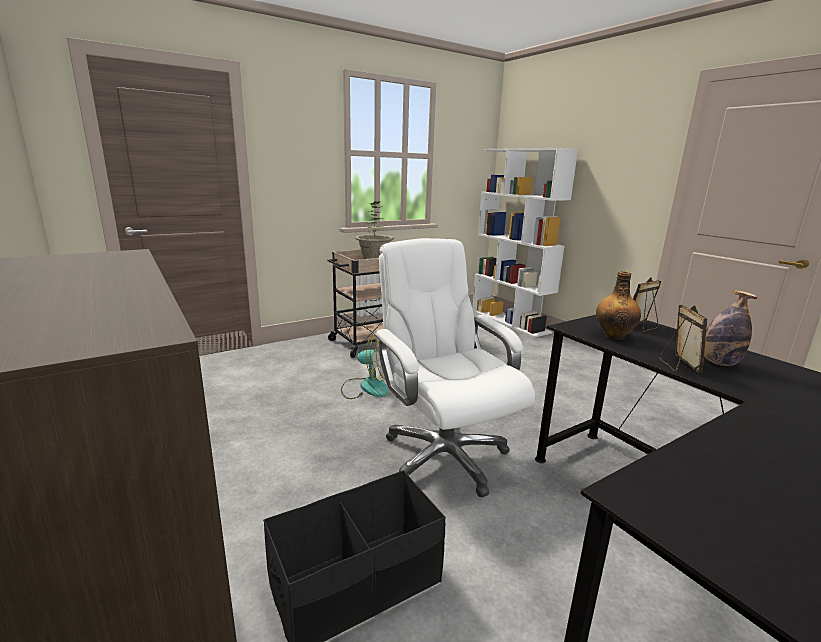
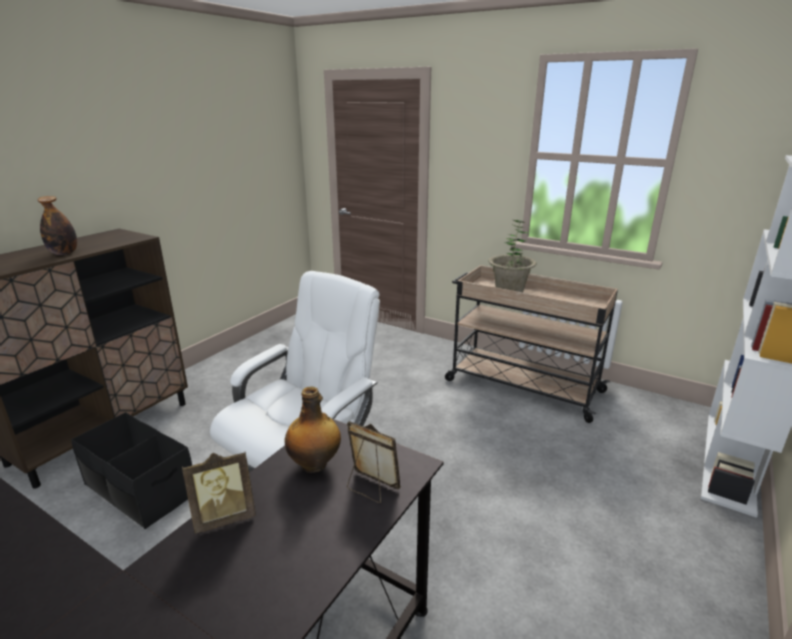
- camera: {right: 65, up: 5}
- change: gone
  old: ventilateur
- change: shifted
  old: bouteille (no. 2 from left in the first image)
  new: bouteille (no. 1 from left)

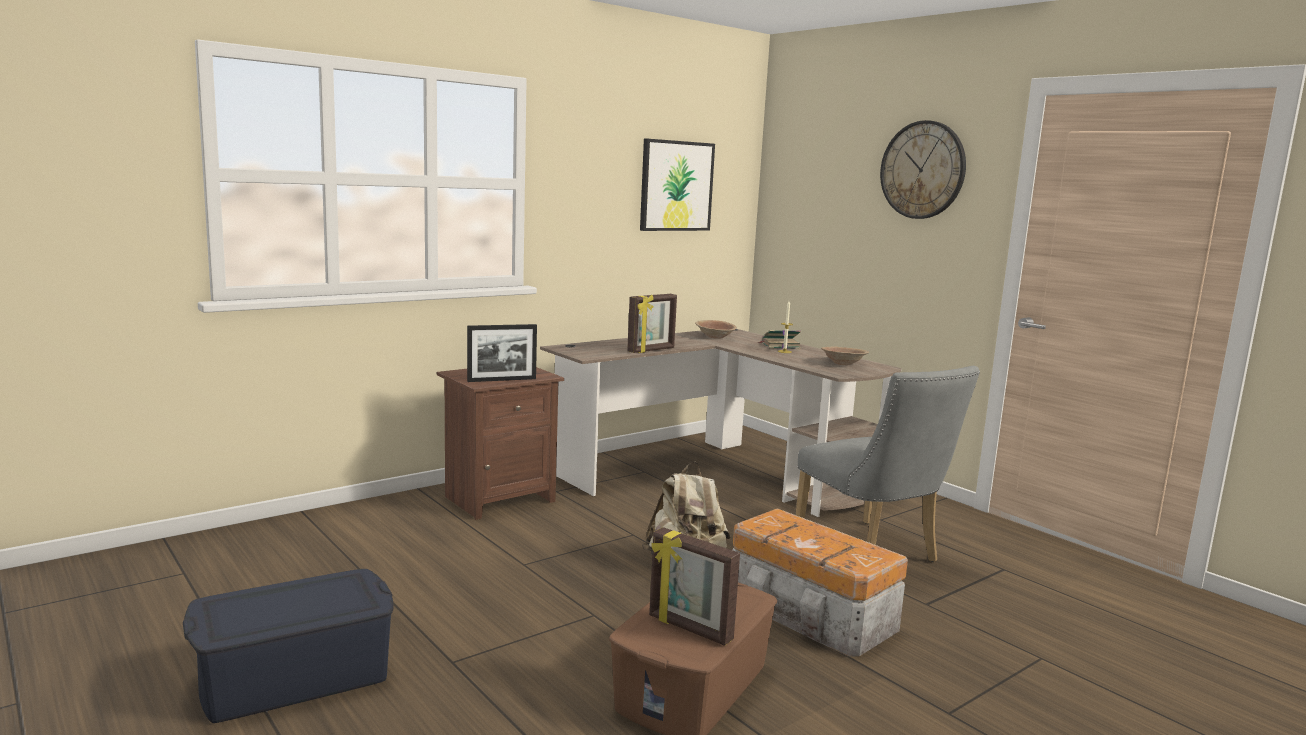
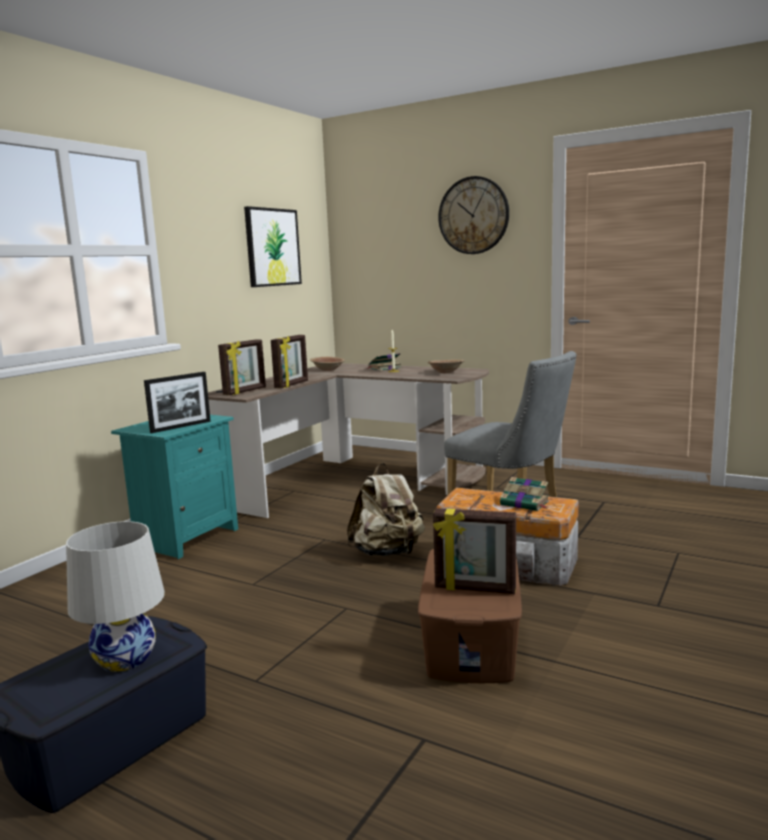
- camera: {right: -20, up: 0}
- change: new
  new: lampe de table (blanc)
- change: new
  new: cadre photo (no. 2 from left)
- change: new
  new: livre (no. 2 from left)
- change: repainted
  old: table de chevet (marron)
  new: table de chevet (turquoise)

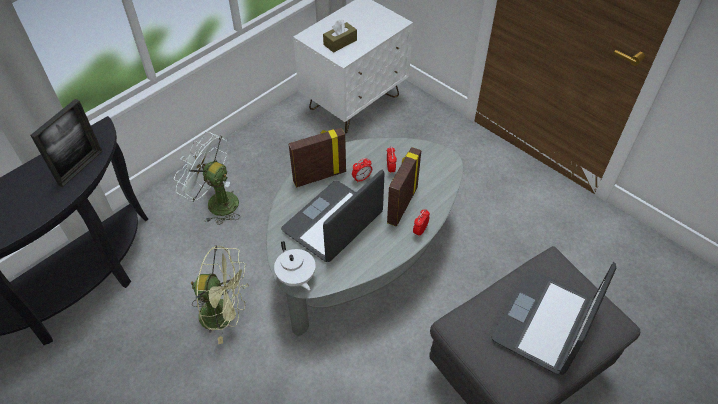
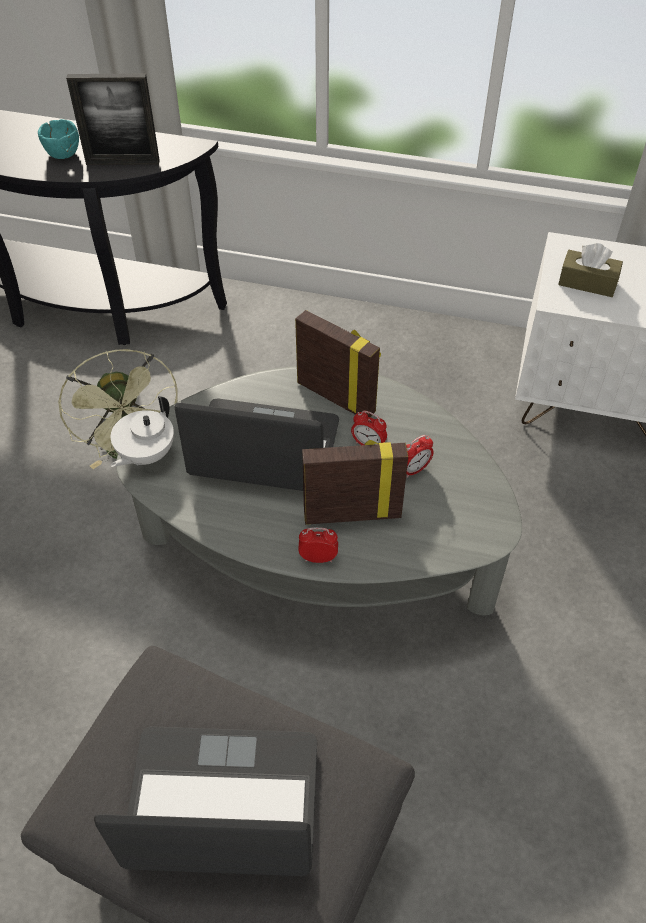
- camera: {right: 60, up: 0}
- change: gone
  old: ventilateur (blanc)
- change: new
  new: bol (turquoise)

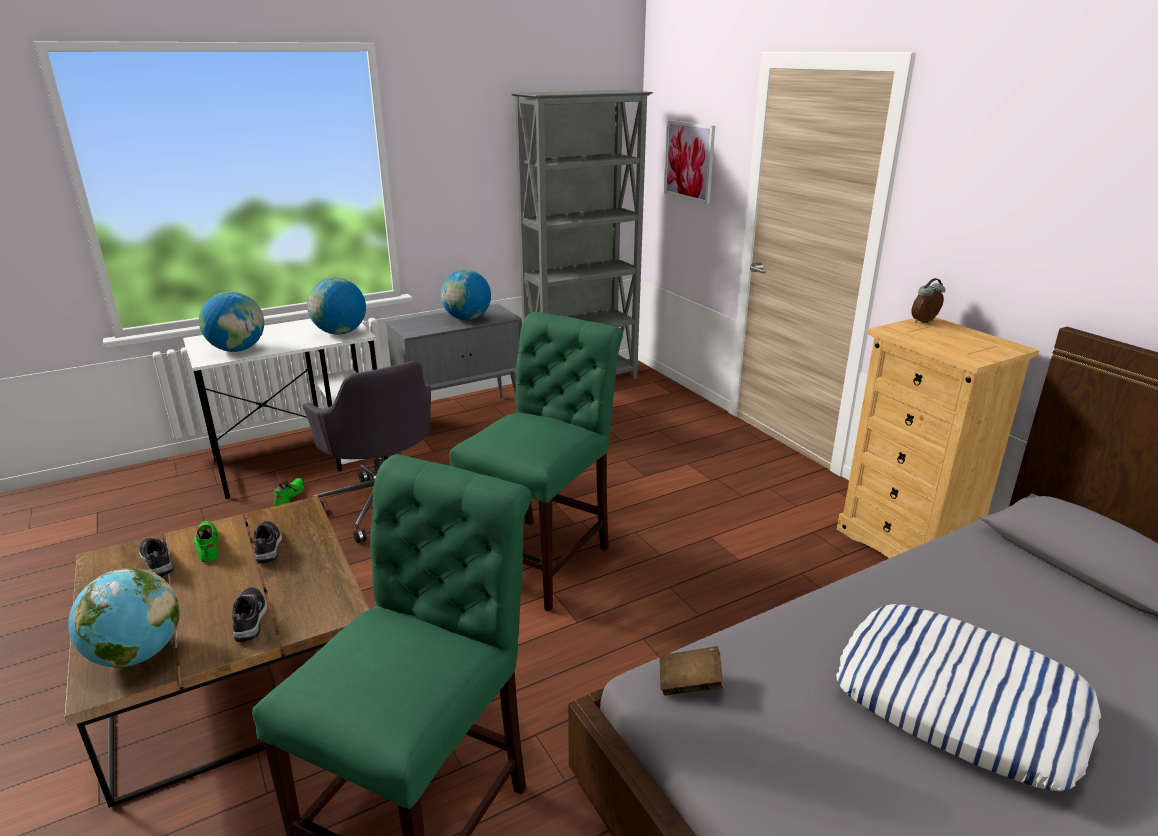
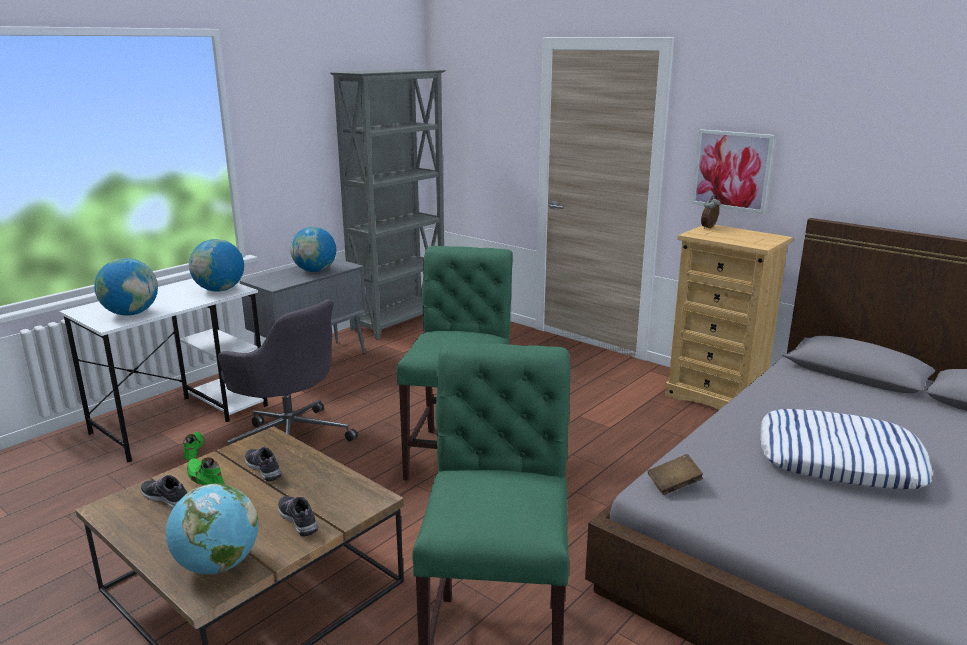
- camera: {right: -20, up: -5}
- change: shifted
  old: tableau

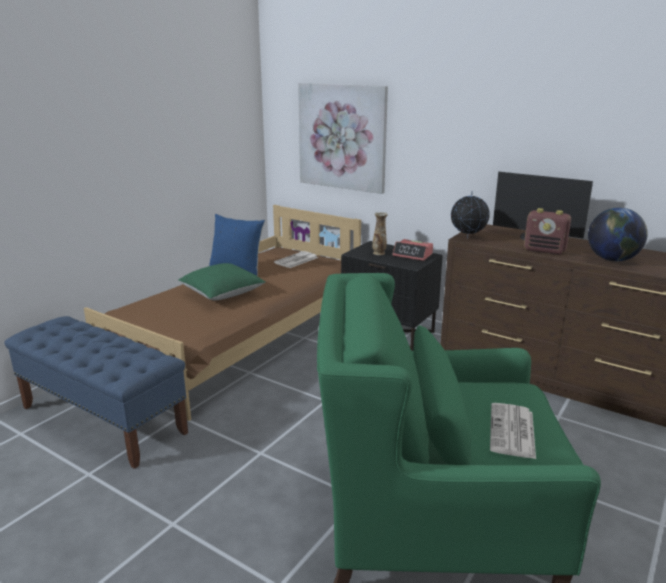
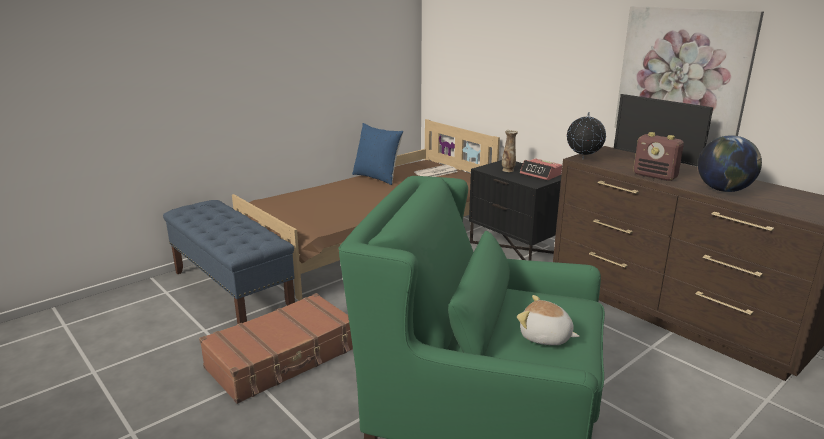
- camera: {right: 15, up: 0}
- change: gone
  old: coussin (vert)
- change: new
  new: valise (marron)
- change: shifted
  old: tableau
- change: swapped
  old: journal (no. 2 from left)
  new: peluche

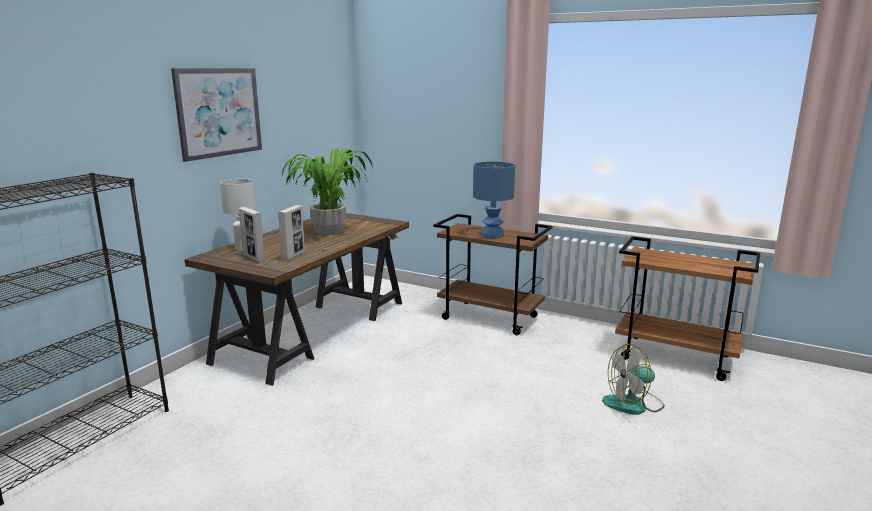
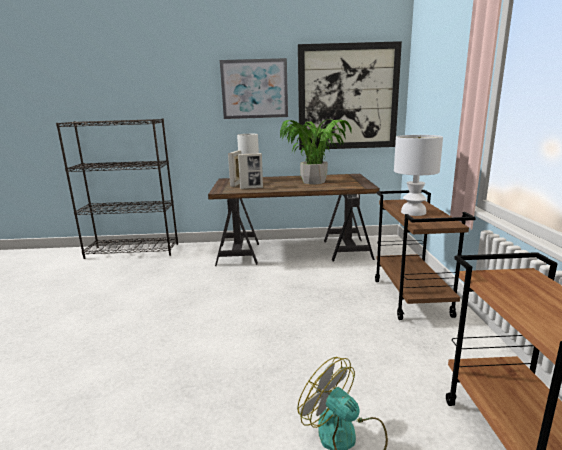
- camera: {right: 60, up: 0}
- change: new
  new: tableau (no. 2 from left)
- change: repainted
  old: lampe de table (bleu)
  new: lampe de table (blanc) (no. 2 from left)

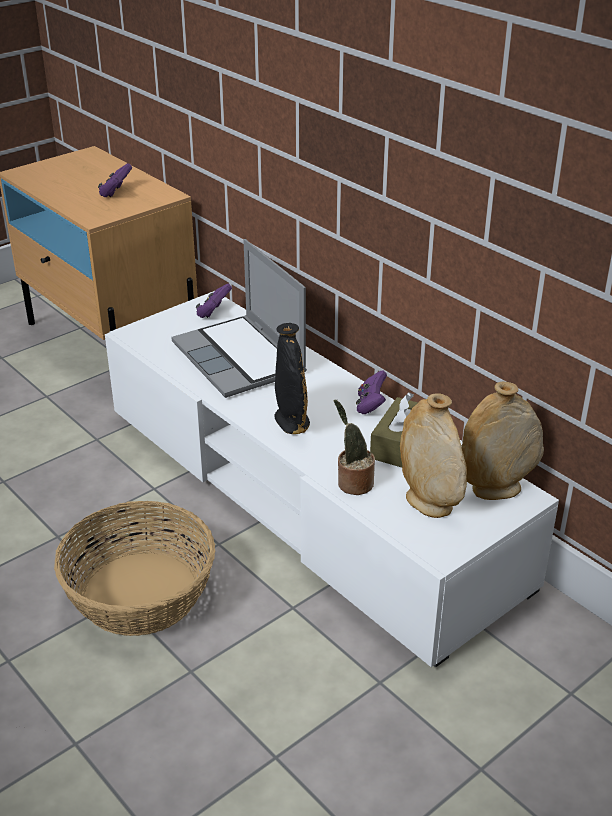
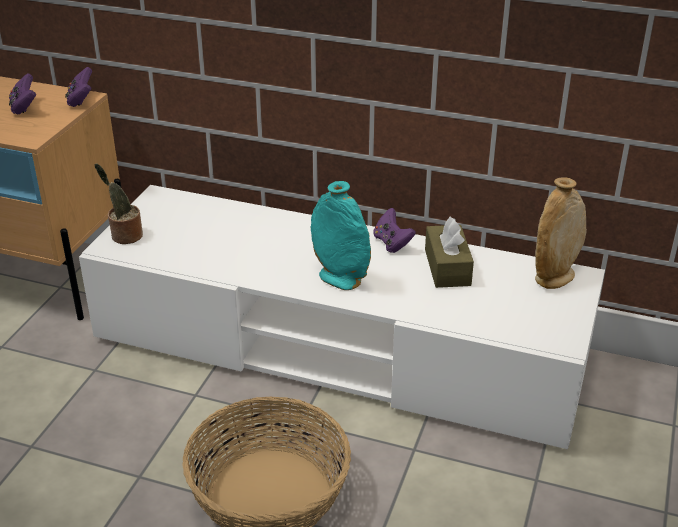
- camera: {right: -30, up: 0}
- change: gone
  old: ordinateur portable
- change: gone
  old: vase (beige) (no. 1 from left)
- change: shifted
  old: manette (violet) (no. 2 from left)
- change: shifted
  old: plante en pot
- change: repainted
  old: vase (noir)
  new: vase (turquoise)

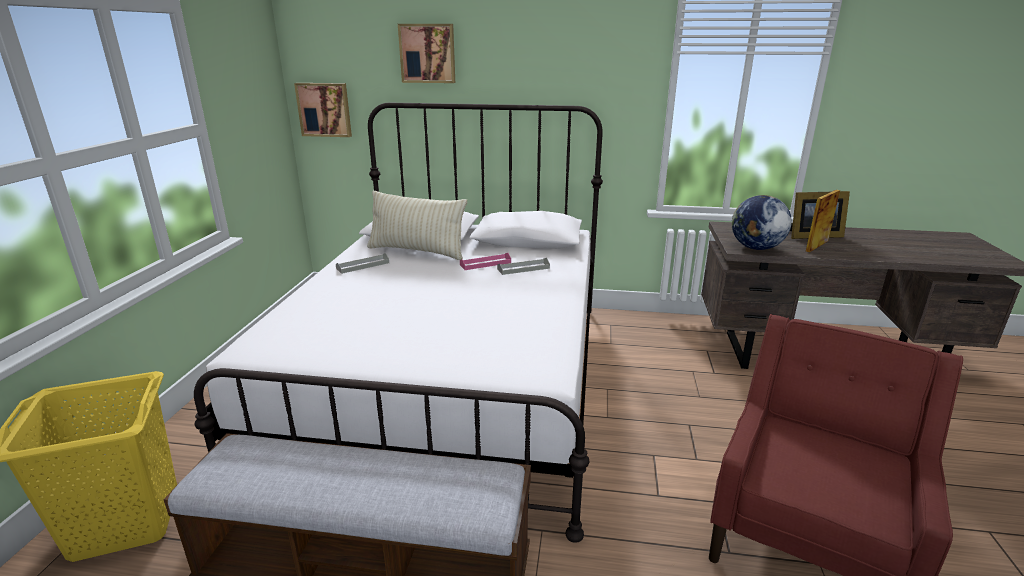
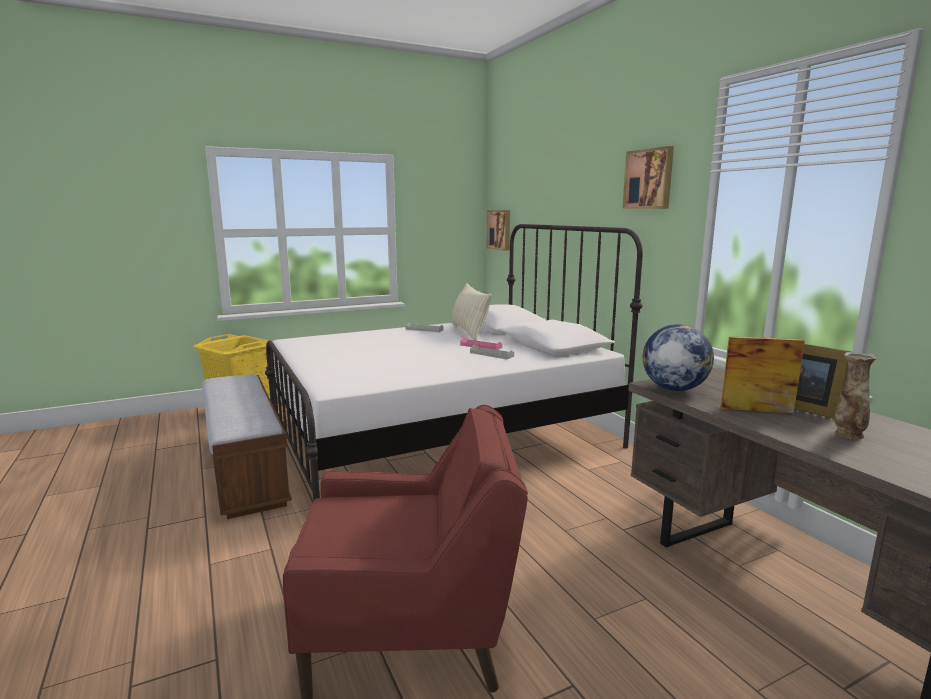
- camera: {right: 55, up: -10}
- change: new
  new: vase
- change: shifted
  old: tableau (no. 2 from left)

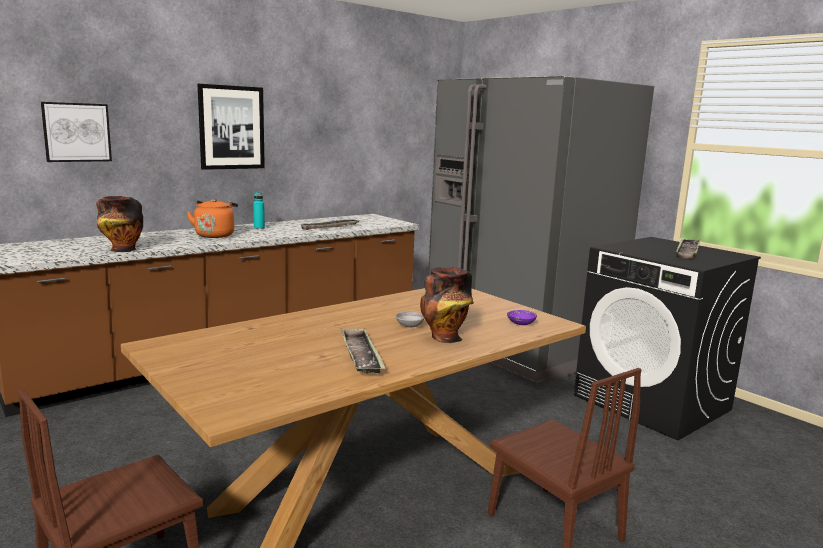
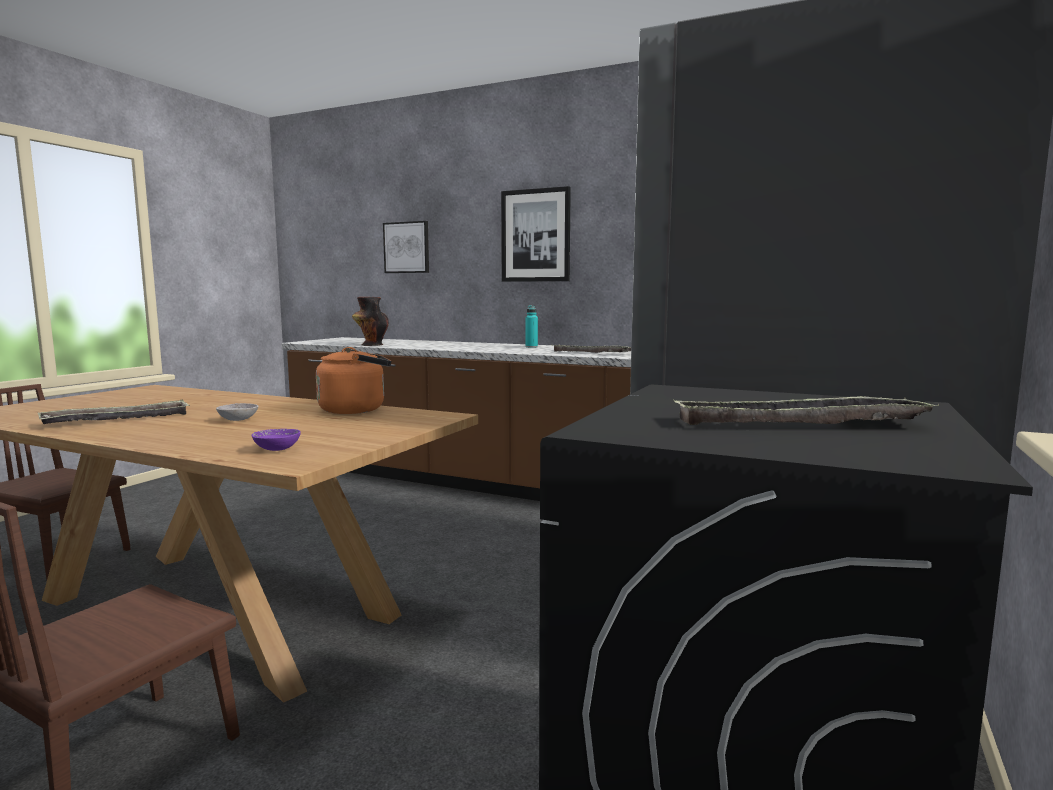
- camera: {right: 65, up: -5}
- change: gone
  old: vase (no. 2 from left)
- change: shifted
  old: bouilloire (orange)

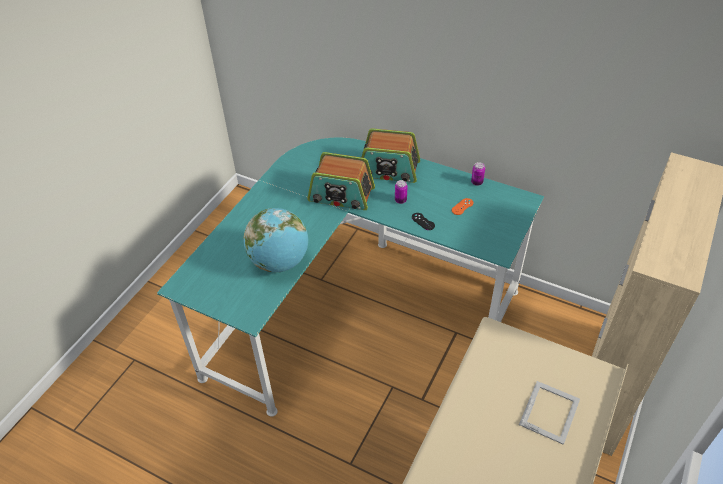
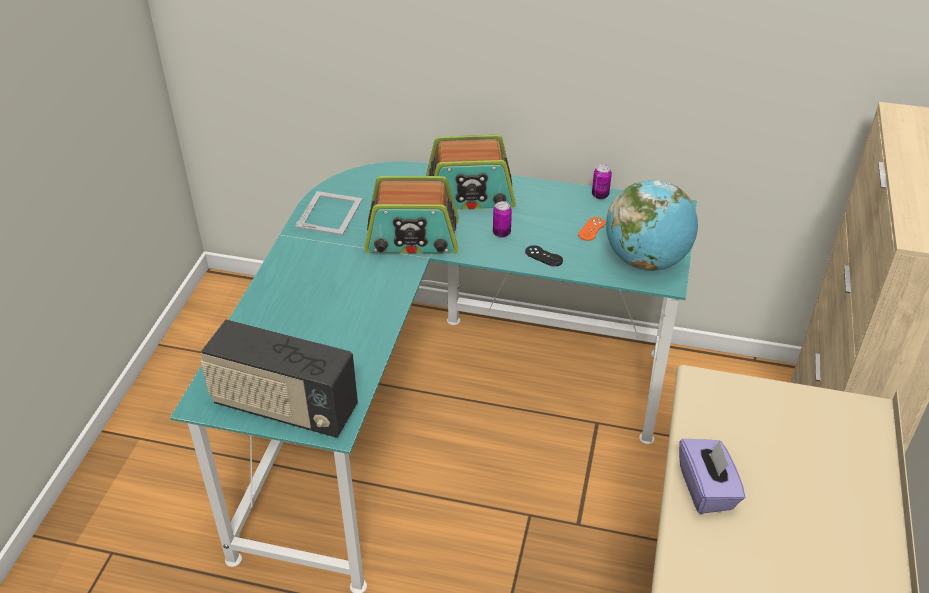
- camera: {right: -15, up: -5}
- change: new
  new: radio (no. 1 from left)
- change: new
  new: boîte à mouchoirs (violet)
- change: shifted
  old: globe
- change: shifted
  old: cadre photo

